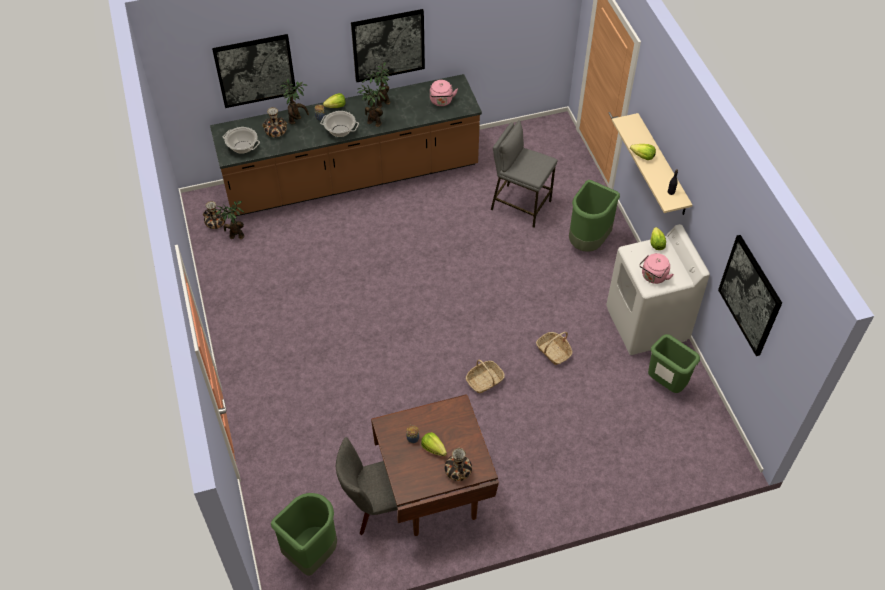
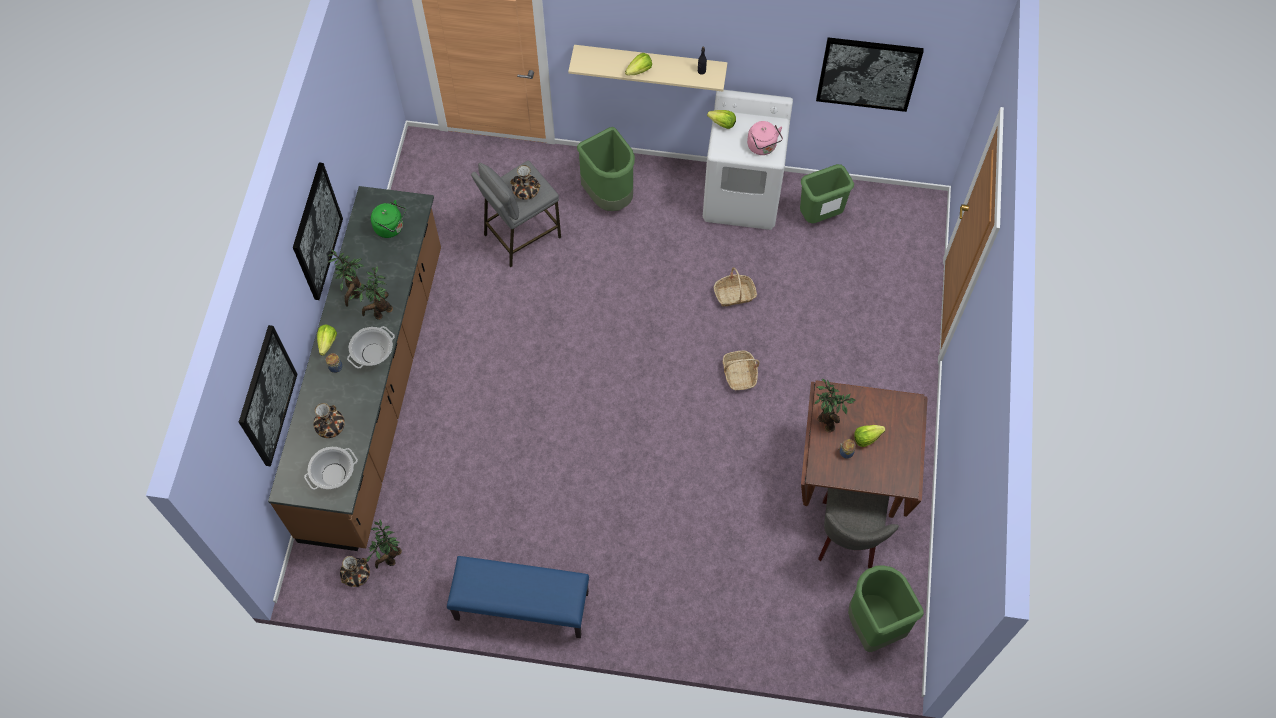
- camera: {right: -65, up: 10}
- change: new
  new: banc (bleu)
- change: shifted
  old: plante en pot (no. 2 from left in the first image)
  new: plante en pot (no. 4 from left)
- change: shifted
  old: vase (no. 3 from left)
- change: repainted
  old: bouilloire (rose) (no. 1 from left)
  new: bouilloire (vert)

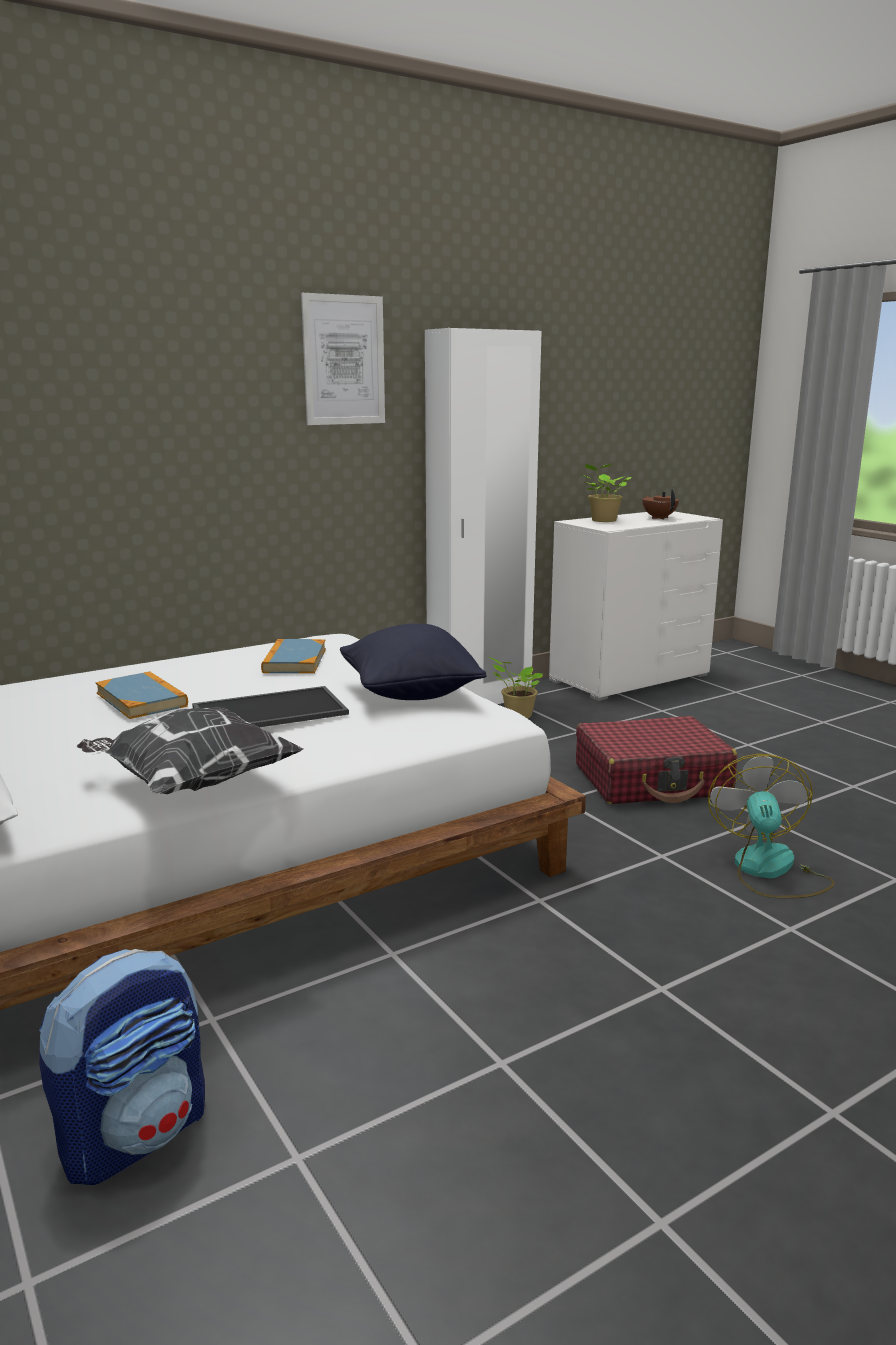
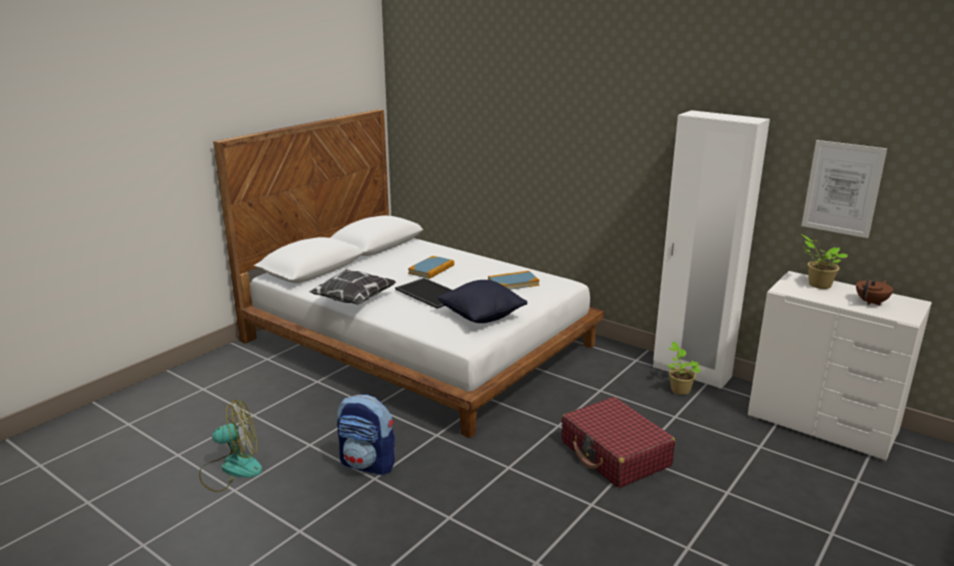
- camera: {right: 70, up: 5}
- change: shifted
  old: sac à dos
- change: shifted
  old: tableau
- change: shifted
  old: ventilateur

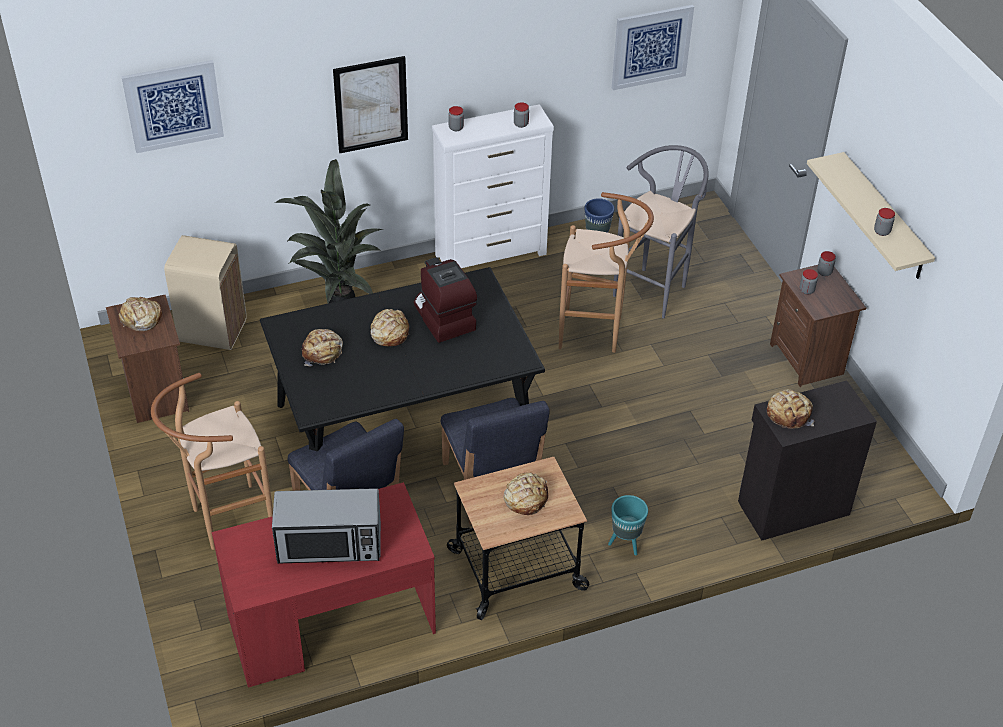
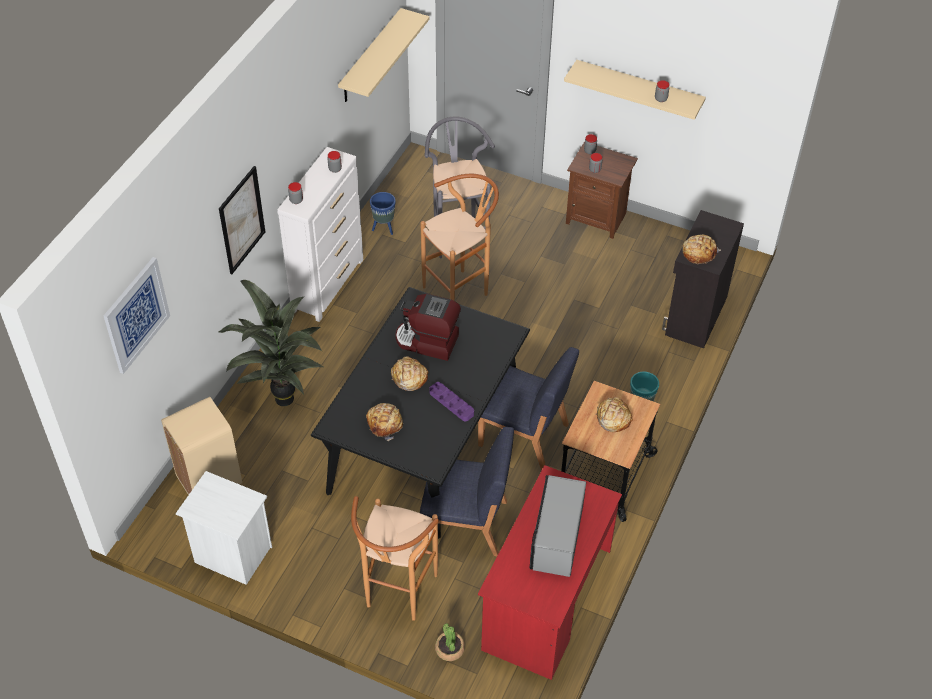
- camera: {right: -45, up: 5}
- change: gone
  old: pain (no. 1 from left)
- change: new
  new: plateau (violet)
- change: new
  new: plante en pot (no. 2 from left)
- change: swapped
  old: tableau (no. 3 from left)
  new: étagère (beige) (no. 1 from left)
- change: repainted
  old: table de chevet (marron) (no. 1 from left)
  new: table de chevet (blanc)
- change: rotated
  old: micro-ondes
  degrees: 150

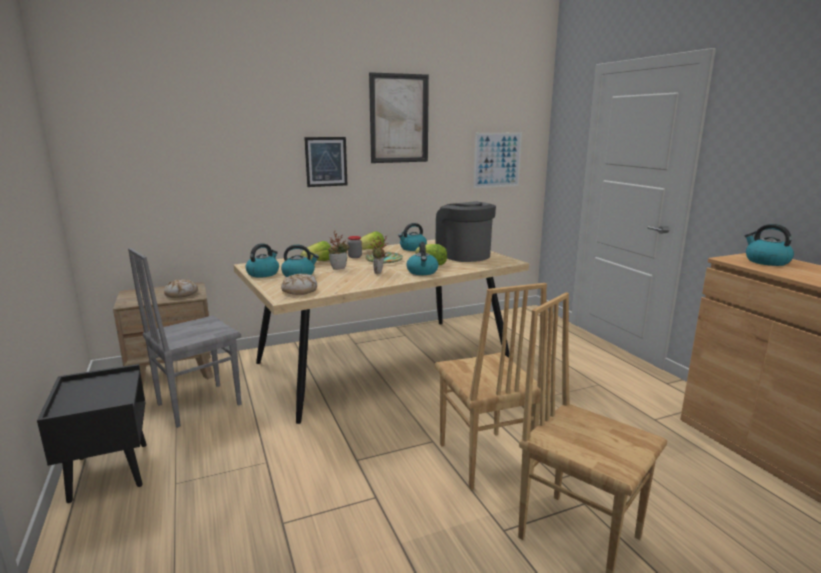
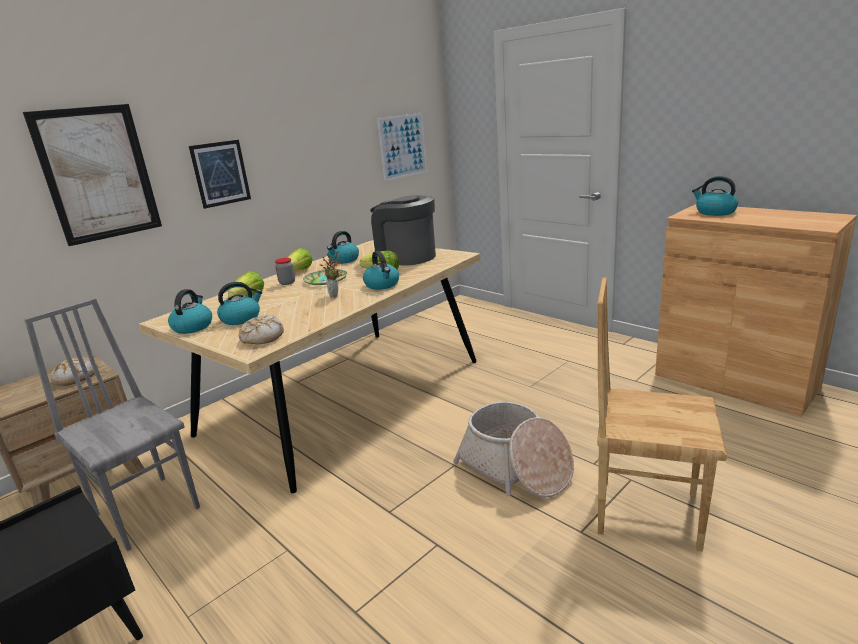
- camera: {right: -20, up: 5}
- change: gone
  old: plante en pot (no. 1 from left)
- change: shifted
  old: tableau (no. 2 from left in the first image)
  new: tableau (no. 1 from left)
- change: swapped
  old: chaise (marron) (no. 1 from left)
  new: panier
- change: rotated
  old: chaise (gris)
  degrees: 105

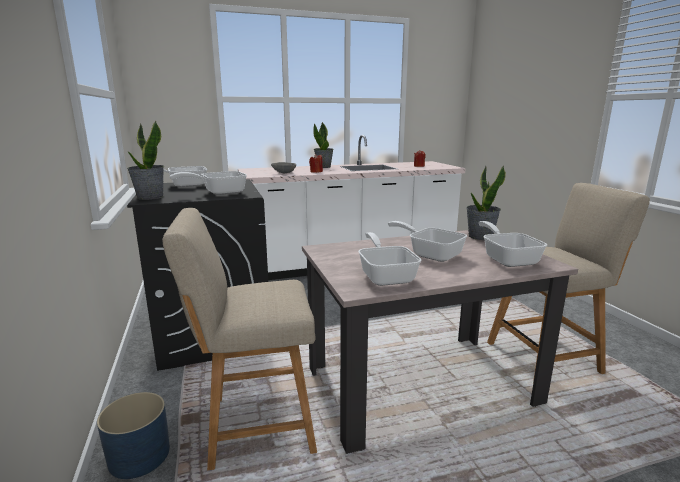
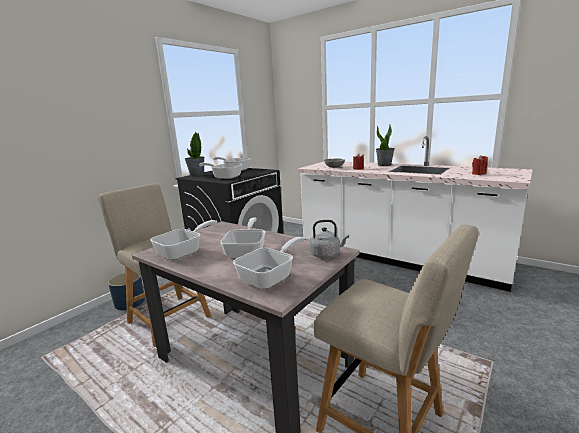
- camera: {right: 55, up: 0}
- change: swapped
  old: plante en pot (no. 3 from left)
  new: bouilloire (gris)

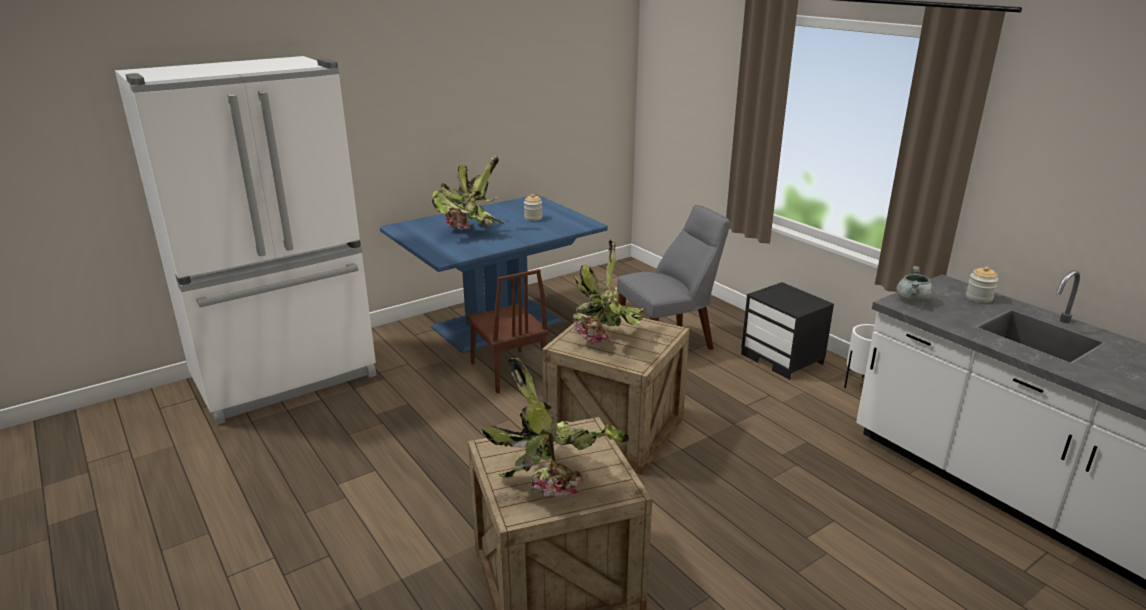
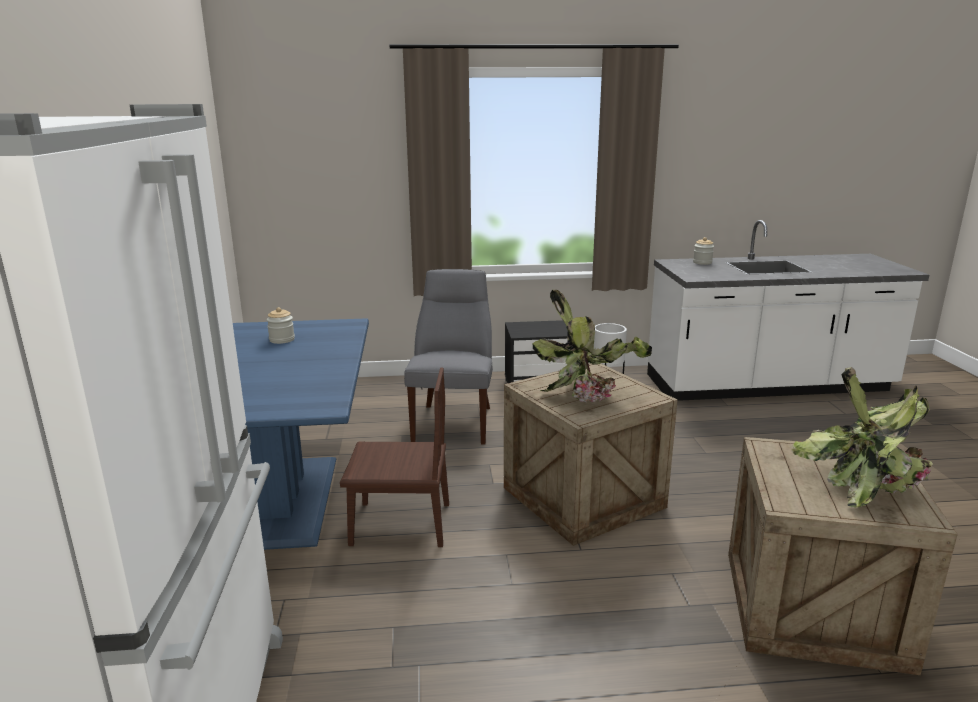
- camera: {right: -60, up: -5}
- change: gone
  old: plante en pot (no. 1 from left)
- change: gone
  old: marmite (gris)

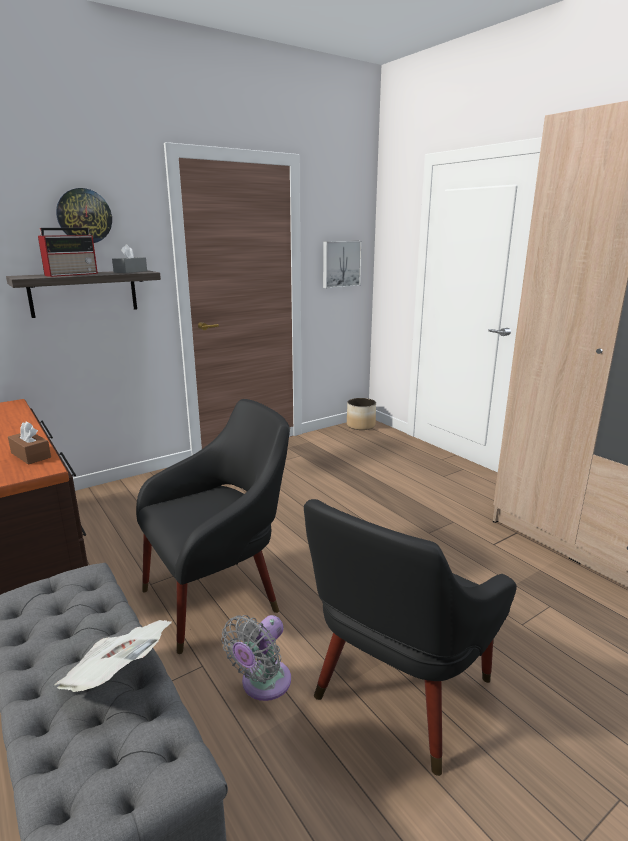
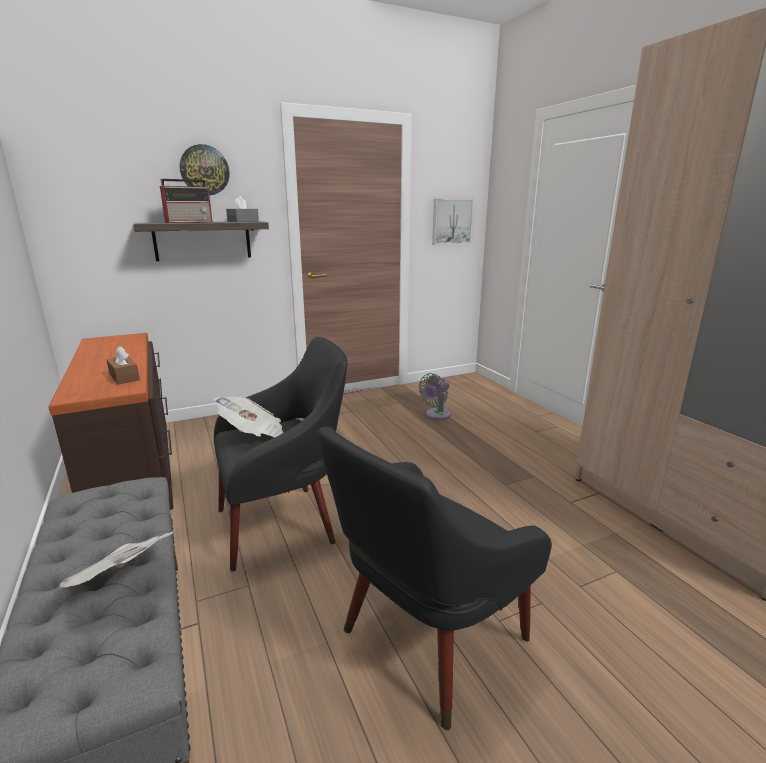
- camera: {right: 10, up: 0}
- change: gone
  old: cache-pot
- change: new
  new: journal (no. 2 from left)
- change: shifted
  old: ventilateur (gris)

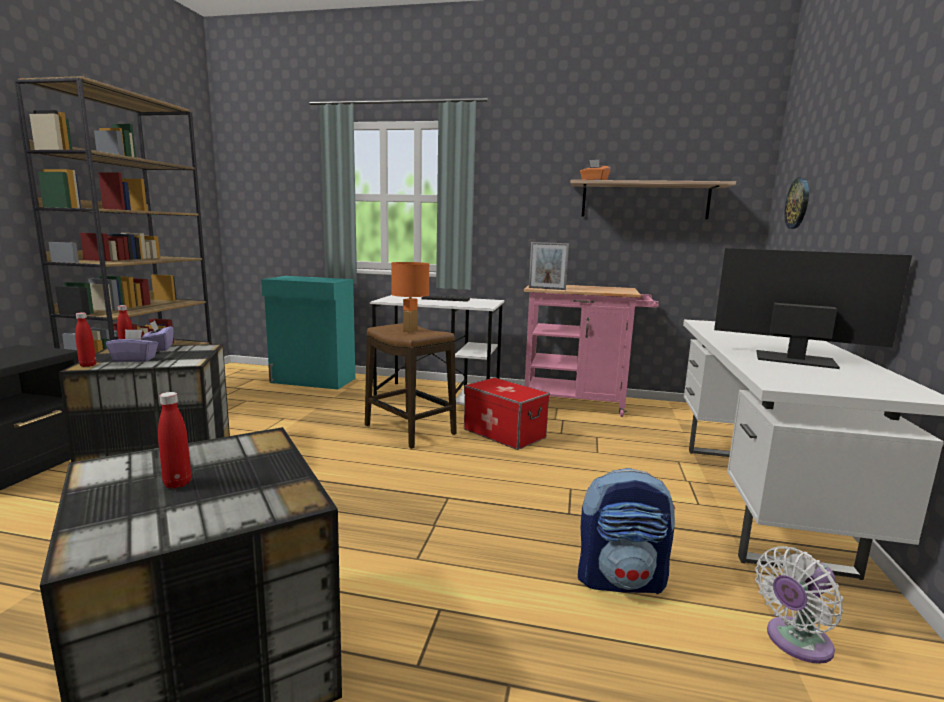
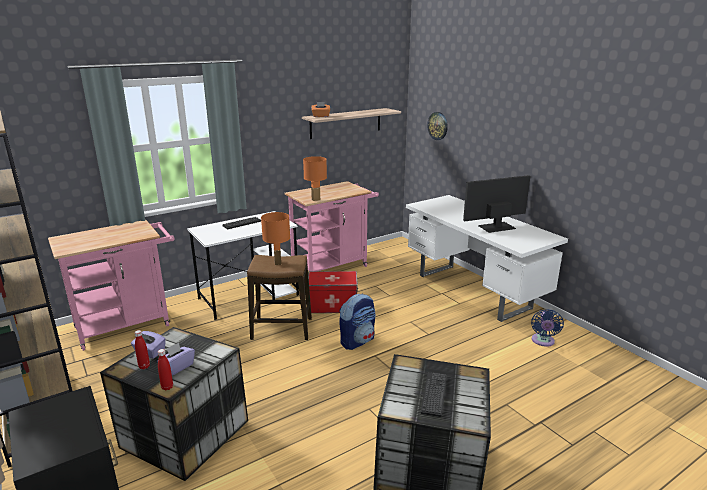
- camera: {right: -45, up: 10}
- change: shifted
  old: sac à dos
- change: swapped
  old: bouteille (rouge) (no. 3 from left)
  new: clavier (no. 2 from left)
- change: swapped
  old: meuble de rangement (turquoise)
  new: chariot (rose) (no. 1 from left)
- change: swapped
  old: cadre photo
  new: lampe de table (orange) (no. 2 from left)
- change: repainted
  old: ventilateur (blanc)
  new: ventilateur (bleu)

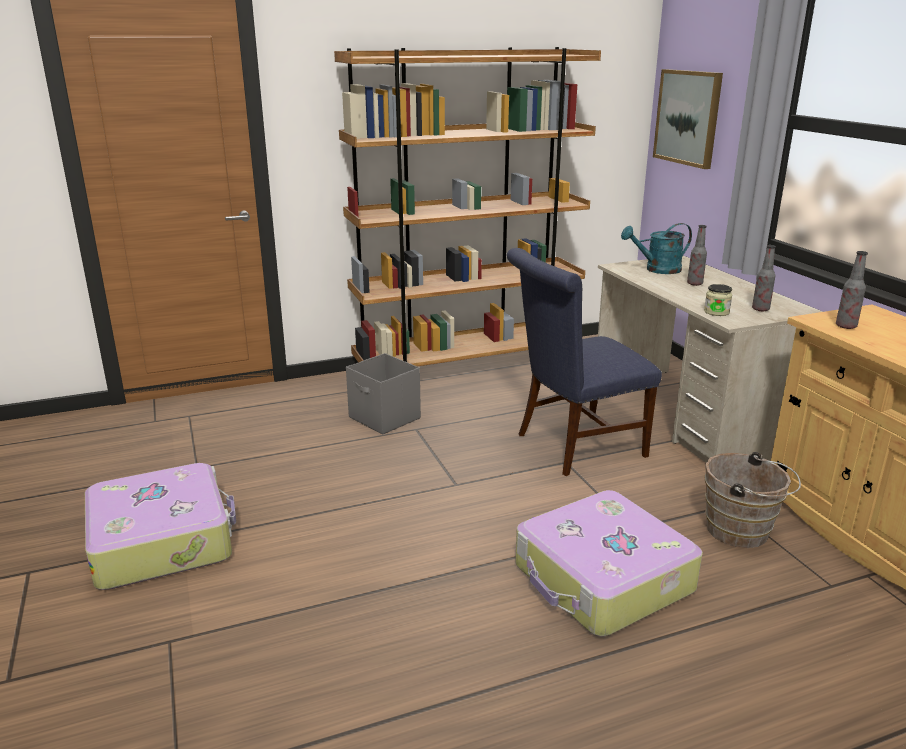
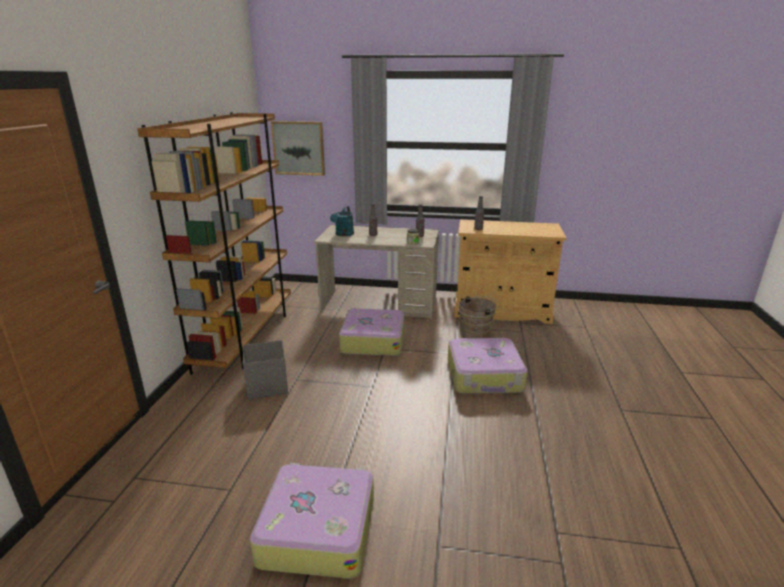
- camera: {right: -60, up: 0}
- change: swapped
  old: chaise (bleu)
  new: valise (no. 2 from left)

